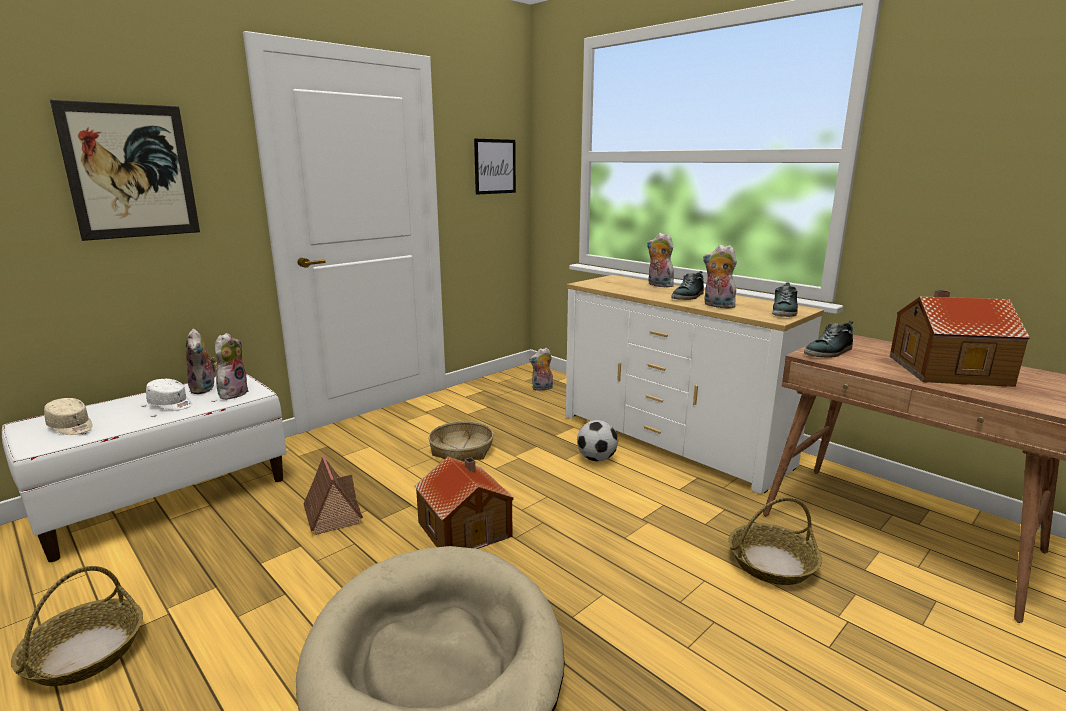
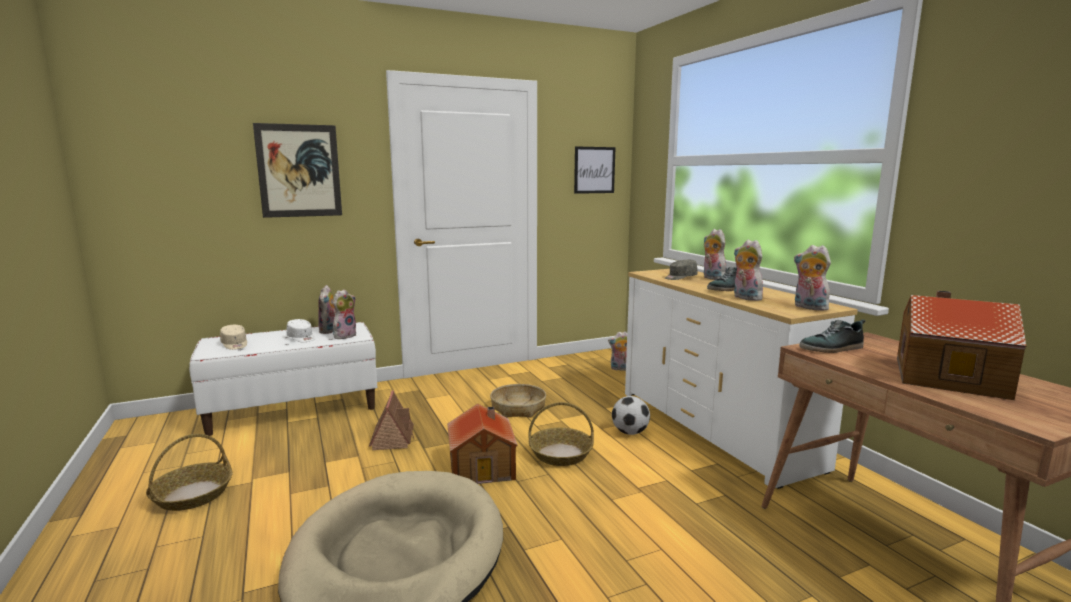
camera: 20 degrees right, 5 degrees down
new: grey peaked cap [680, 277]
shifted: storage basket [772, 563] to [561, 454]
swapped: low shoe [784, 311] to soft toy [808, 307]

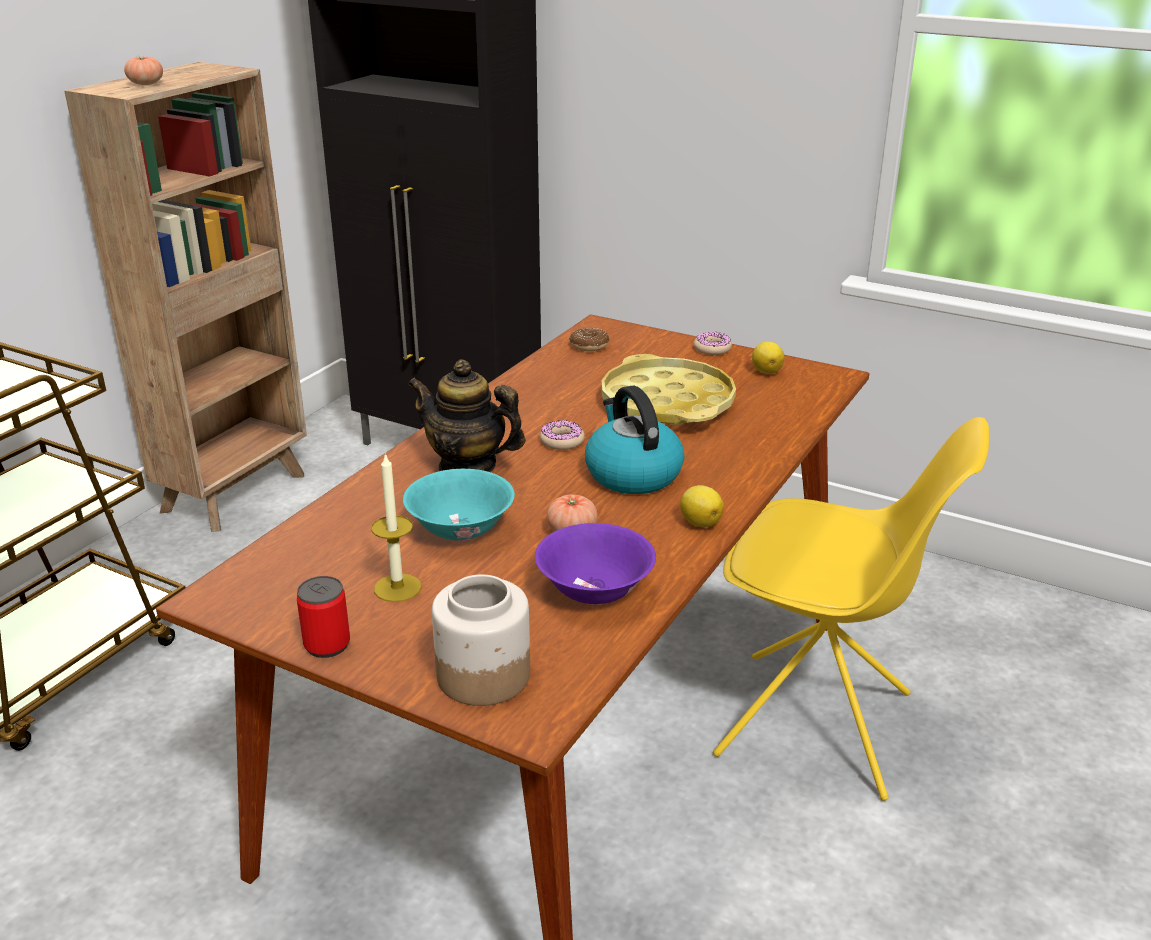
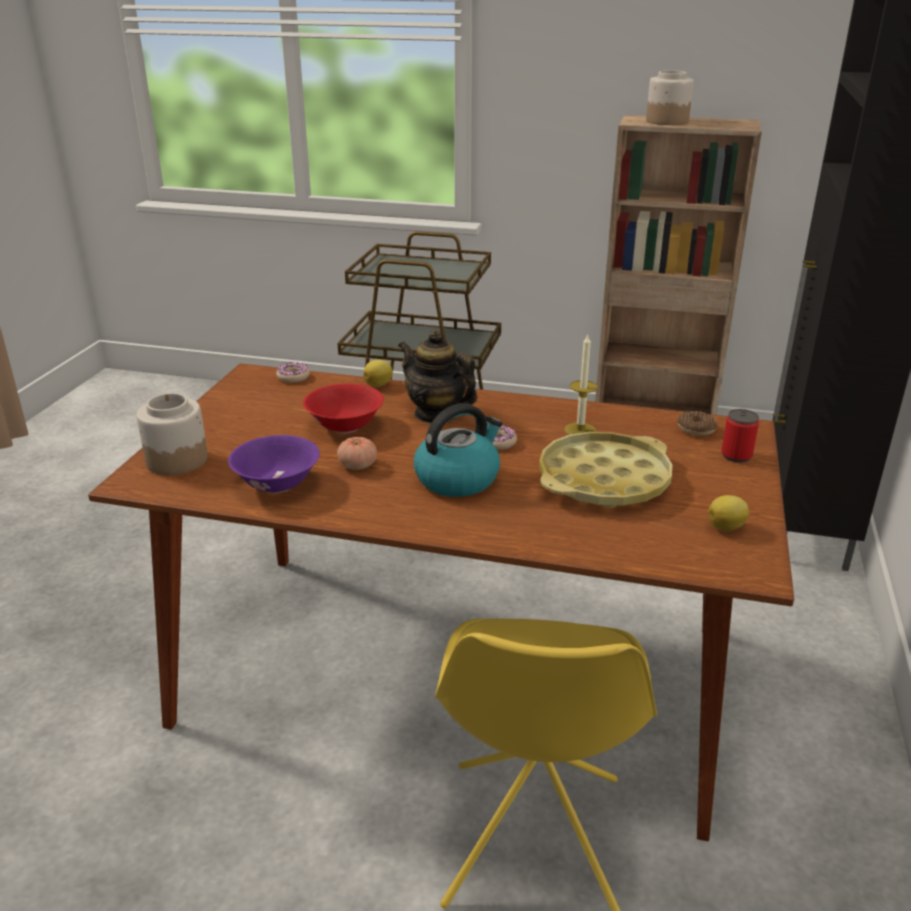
camera: 75 degrees right, 0 degrees up
shifted: donut [712, 349] to [293, 377]; lemon [700, 522] to [379, 385]; wax candle [397, 588] to [580, 430]; can [327, 645] to [736, 456]
swapped: whole tomato [146, 84] to jar [666, 121]
repainted: turquoise-coloured deep dish [461, 530] to red deep dish [345, 426]
rotated: tea pot [467, 466] = [436, 414] 60 degrees counterclockwise

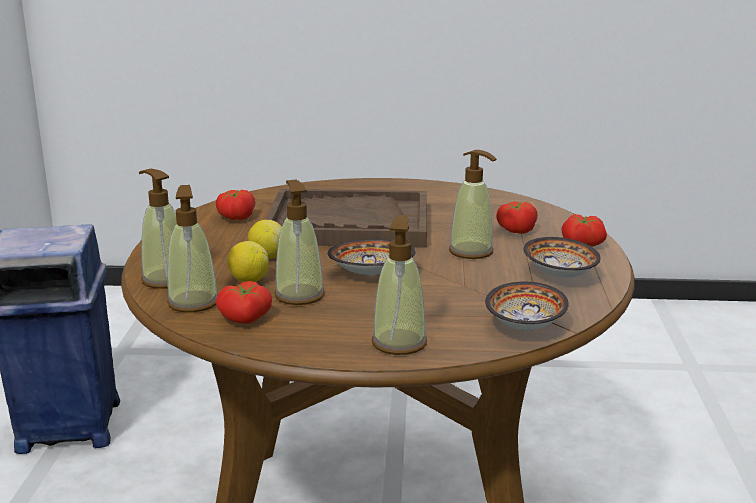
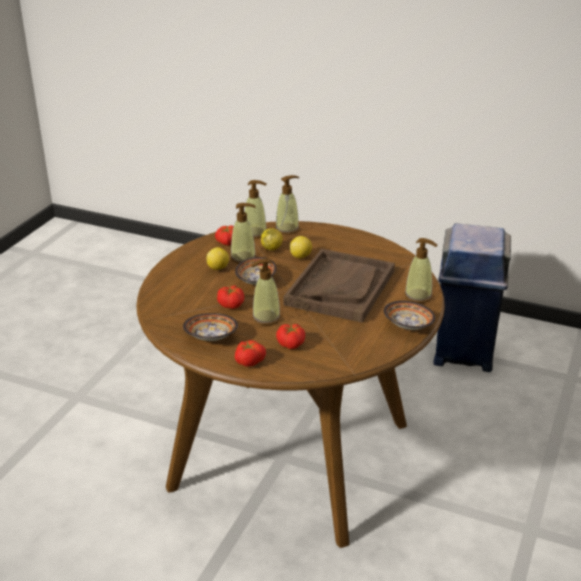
camera: 110 degrees right, 10 degrees up
new: lemon [218, 268]
shifted: whole tomato [235, 217] to [232, 304]; deep dish [523, 327] to [407, 325]; soap dispenser [399, 343] to [418, 296]

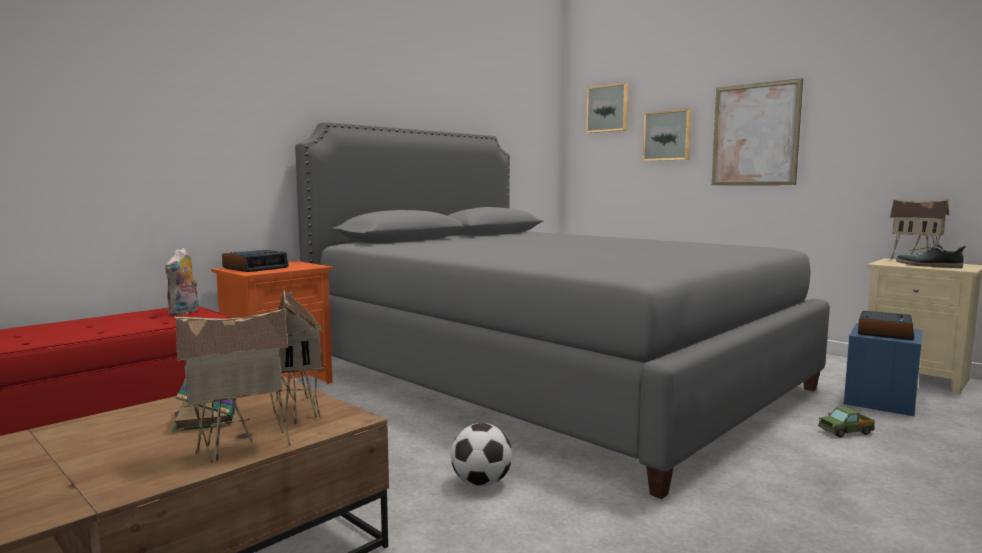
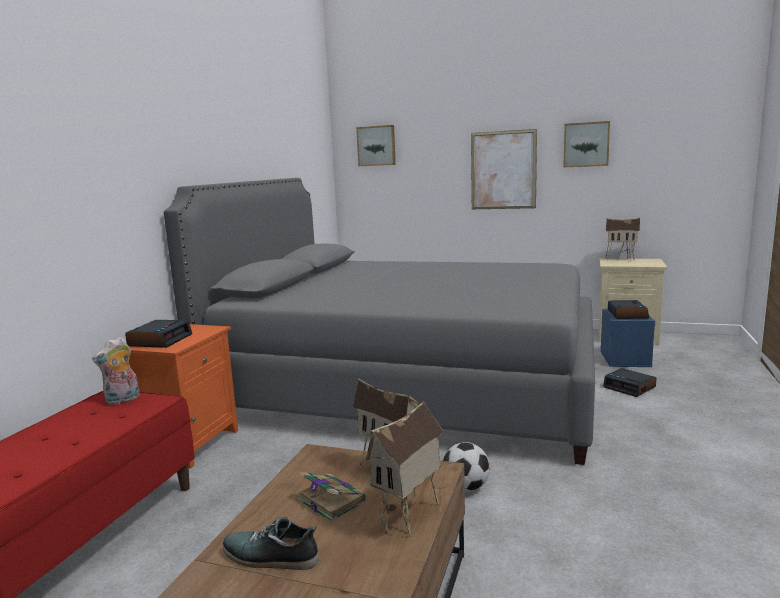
camera: 25 degrees left, 5 degrees up
shifted: low shoe [928, 265] to [270, 557]; wall picture [667, 136] to [586, 144]
swapped: toy truck [845, 432] to bedside clock [630, 387]
rotated: soft toy [184, 312] = [122, 400] 60 degrees clockwise

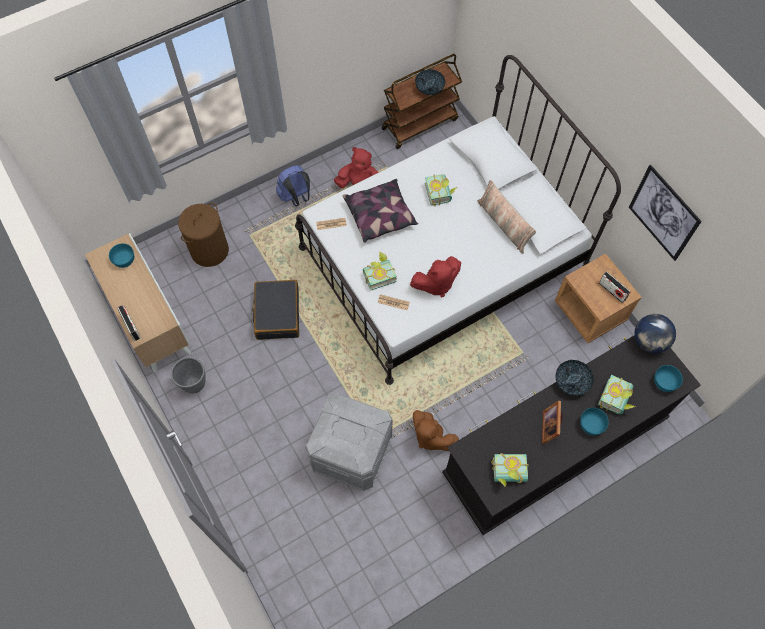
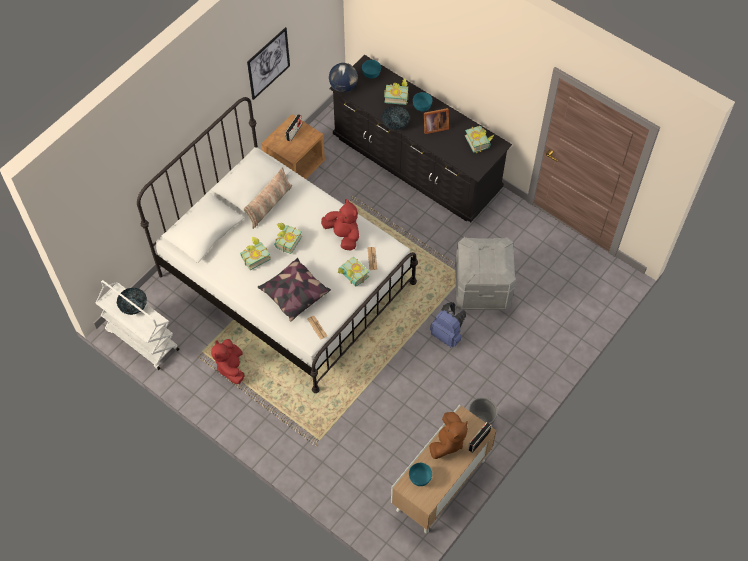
camera: 110 degrees left, 5 degrees down
gone: brown washing basket [209, 250]; blackish suitcase [277, 314]
new: bound book [286, 241]
shifted: brown soft toy [431, 436] to [448, 442]; blue-coloured backpack [296, 197] to [447, 334]
repainted: brown wheeled cart [420, 123] to whitish wheeled cart [141, 340]

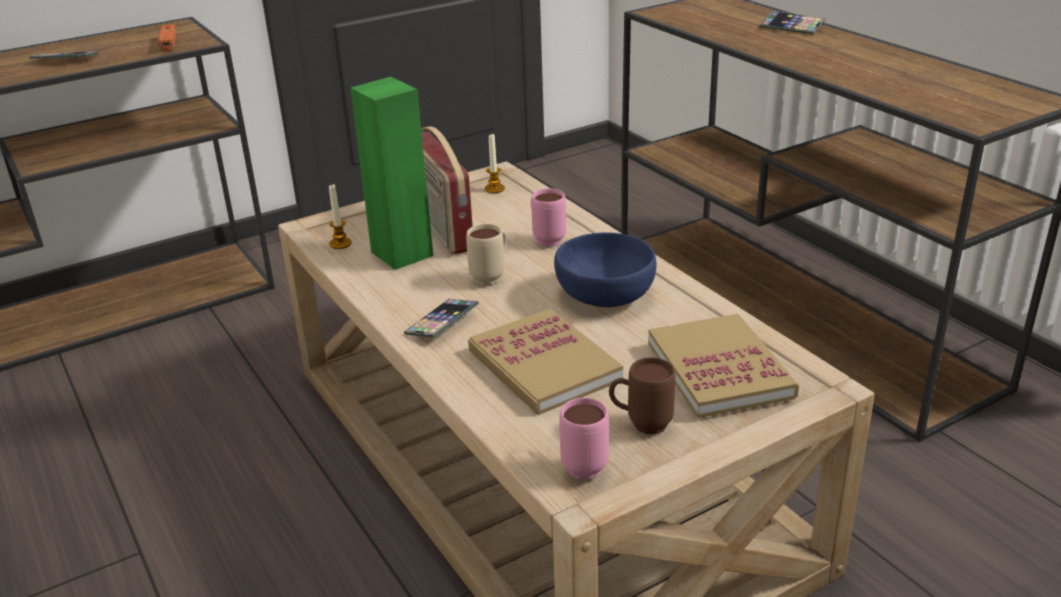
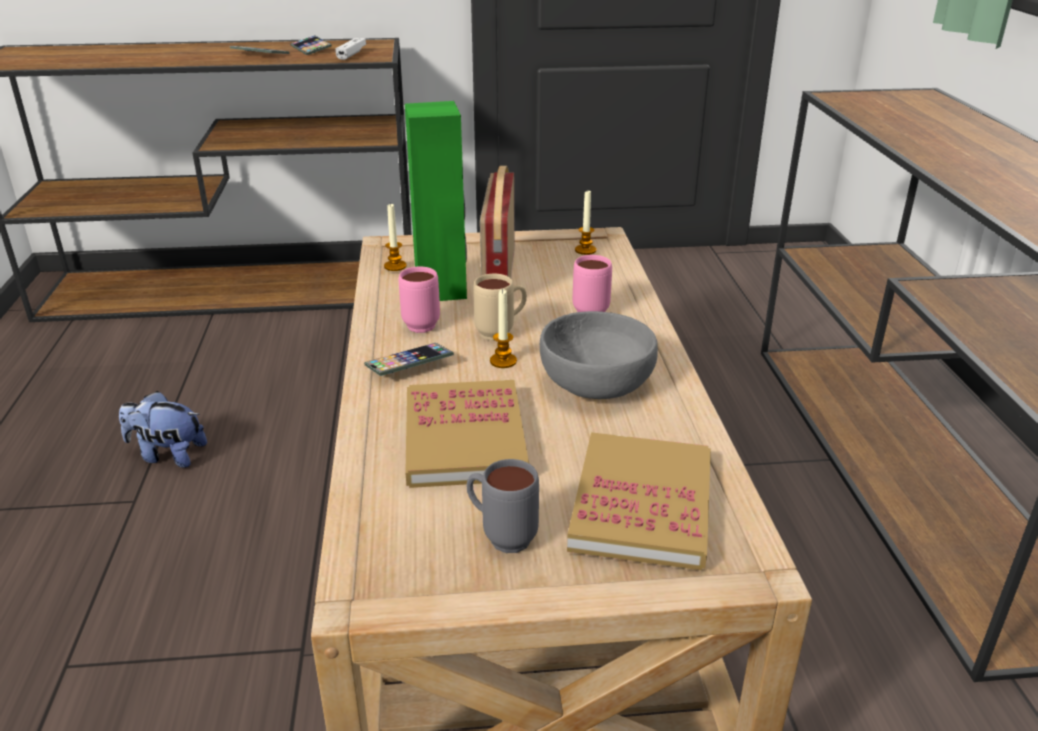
camera: 25 degrees right, 0 degrees up
new: soft toy [168, 455]; wax candle [503, 361]
shifted: telephone [791, 27] to [311, 49]; pinkish coffee mug [581, 463] to [423, 323]
repainted: orangey gamepad [169, 43] to whitish gamepad [351, 54]; brown coffee mug [640, 425] to grey coffee mug [501, 536]; blue-coloured deep dish [605, 295] to grey deep dish [596, 384]

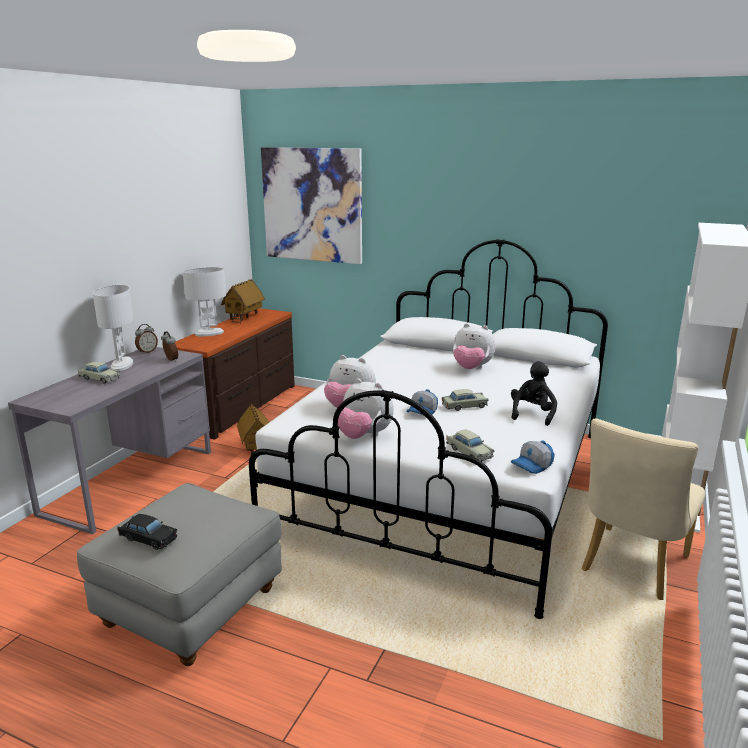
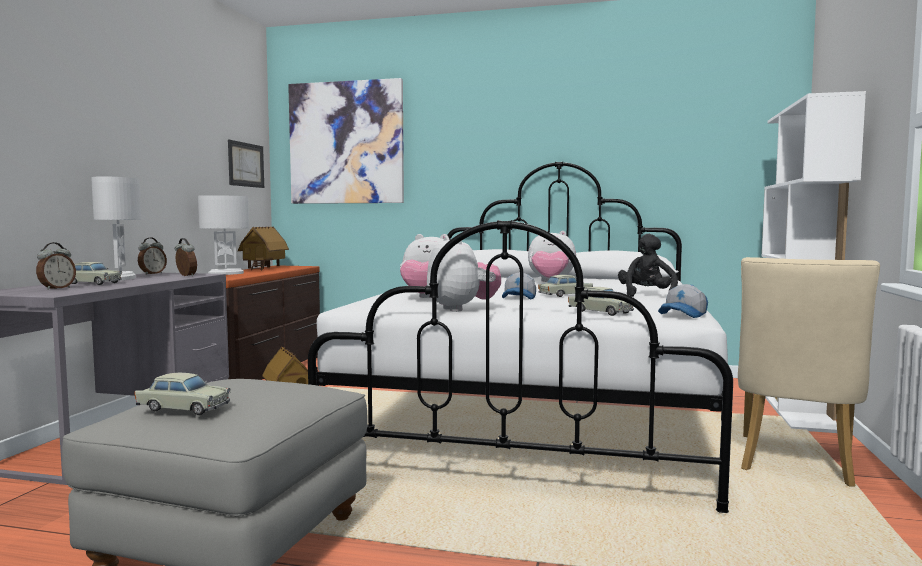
camera: 10 degrees left, 15 degrees down
new: bedside clock [56, 288]; wall picture [245, 164]
repainted: blackish miniature car [148, 538] to beige-coloured miniature car [183, 408]
rotated: soft toy [363, 436] = [462, 309] 135 degrees counterclockwise

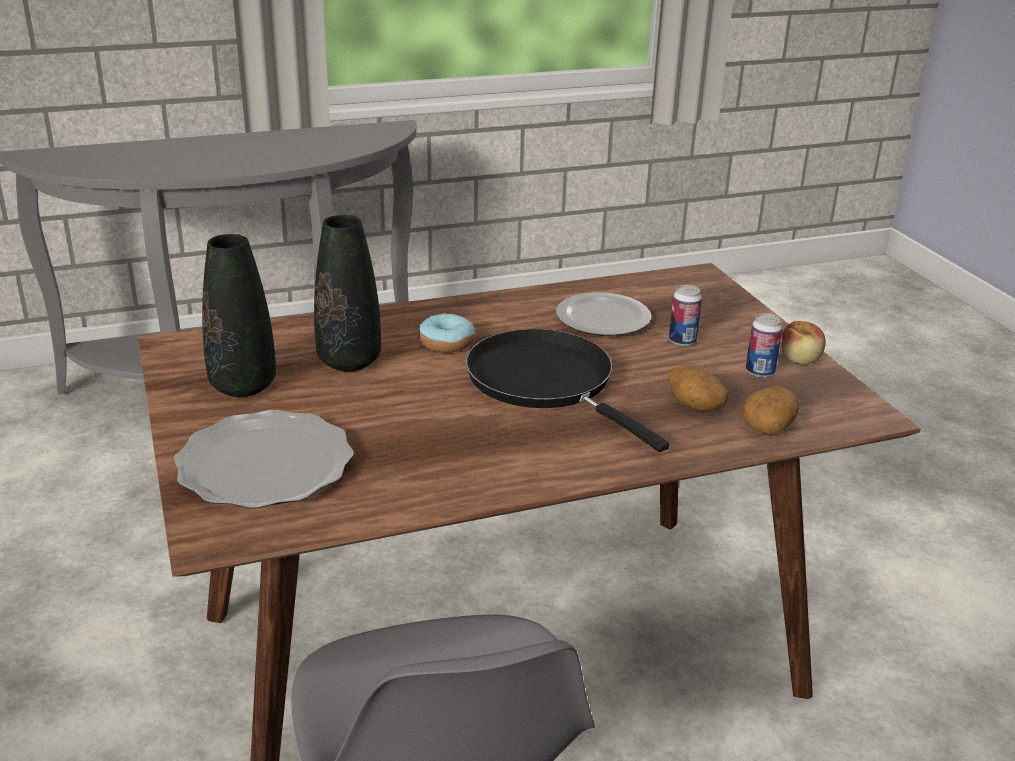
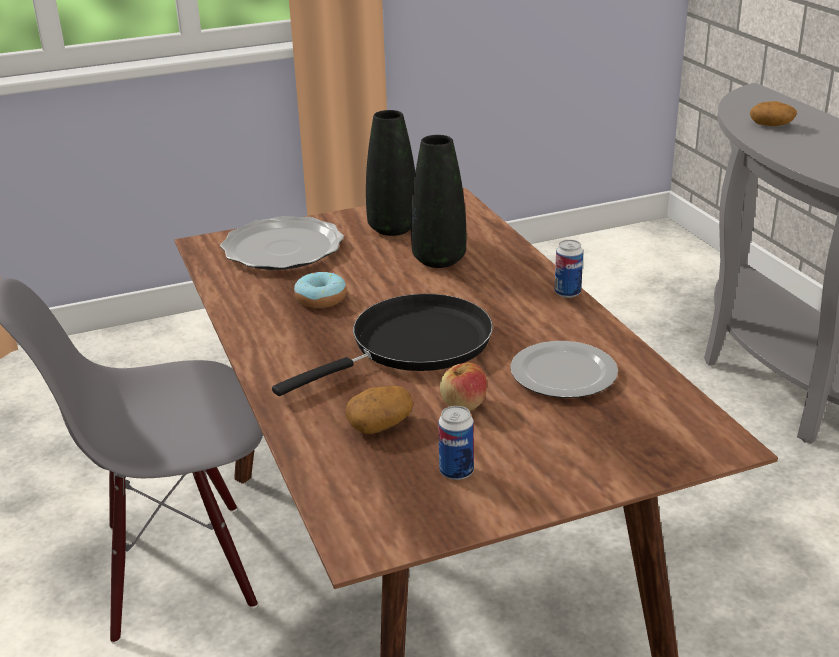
camera: 90 degrees right, 0 degrees up
shifted: donut [446, 343] to [321, 299]; apple fruit [800, 360] to [463, 404]; can [682, 341] to [567, 293]; potato [768, 425] to [772, 125]

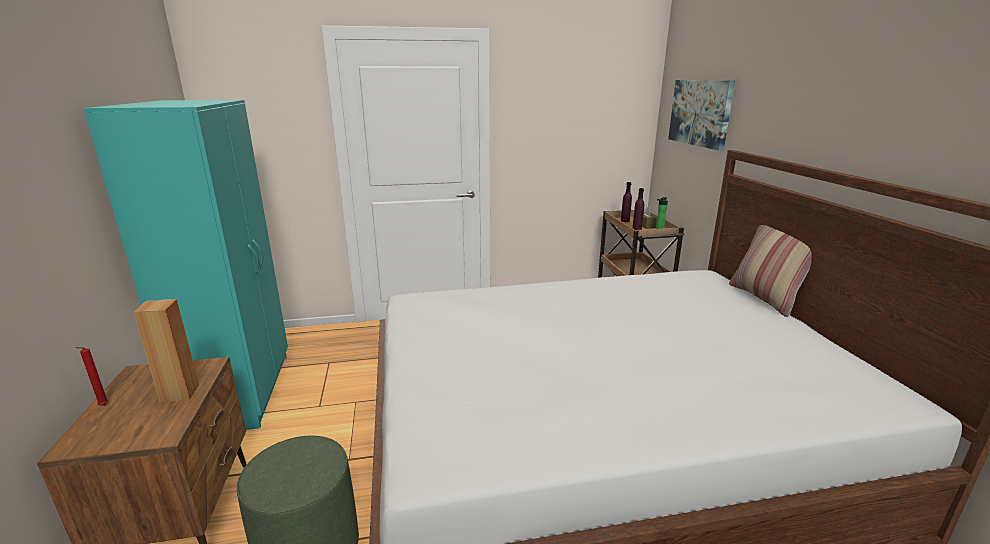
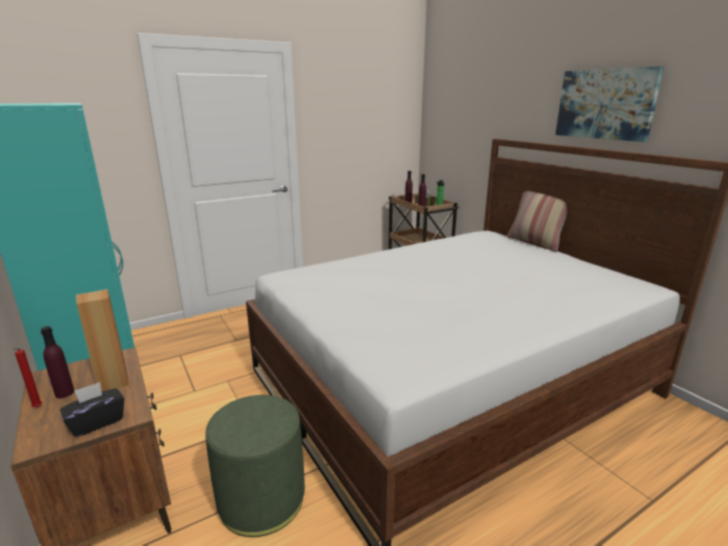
camera: 20 degrees left, 0 degrees up
new: purplish drink bottle [64, 393]; blackish box of tissues [97, 422]
shifted: wall picture [700, 113] to [605, 104]

